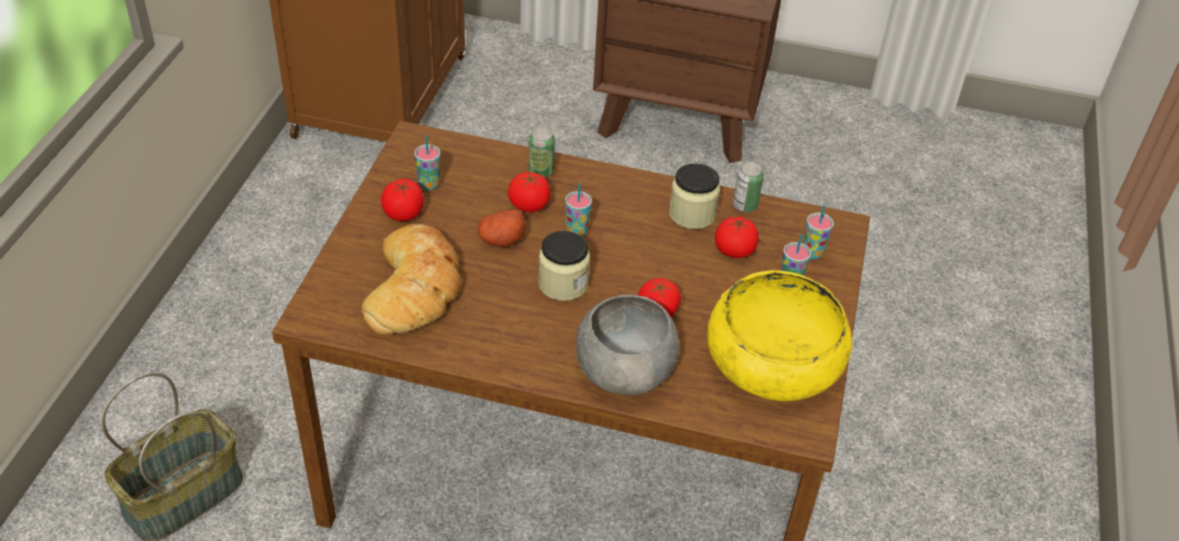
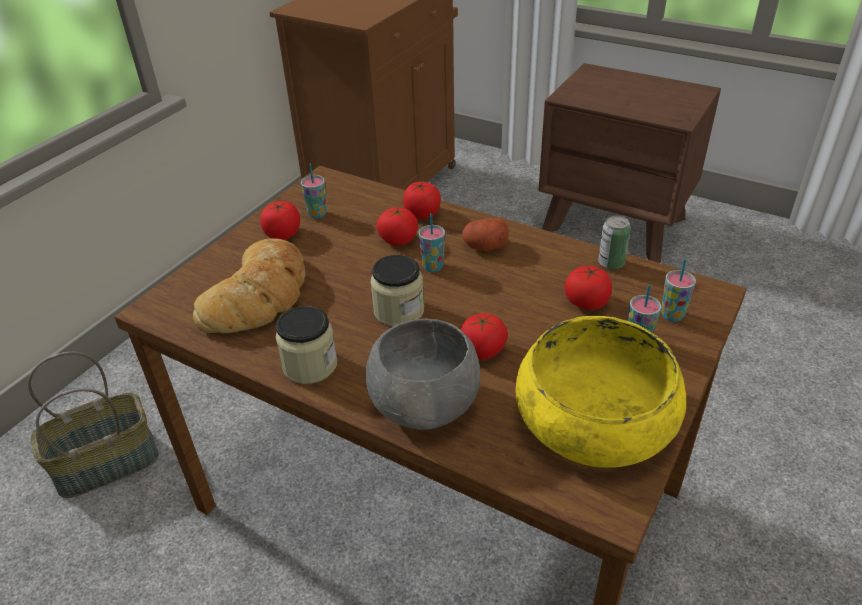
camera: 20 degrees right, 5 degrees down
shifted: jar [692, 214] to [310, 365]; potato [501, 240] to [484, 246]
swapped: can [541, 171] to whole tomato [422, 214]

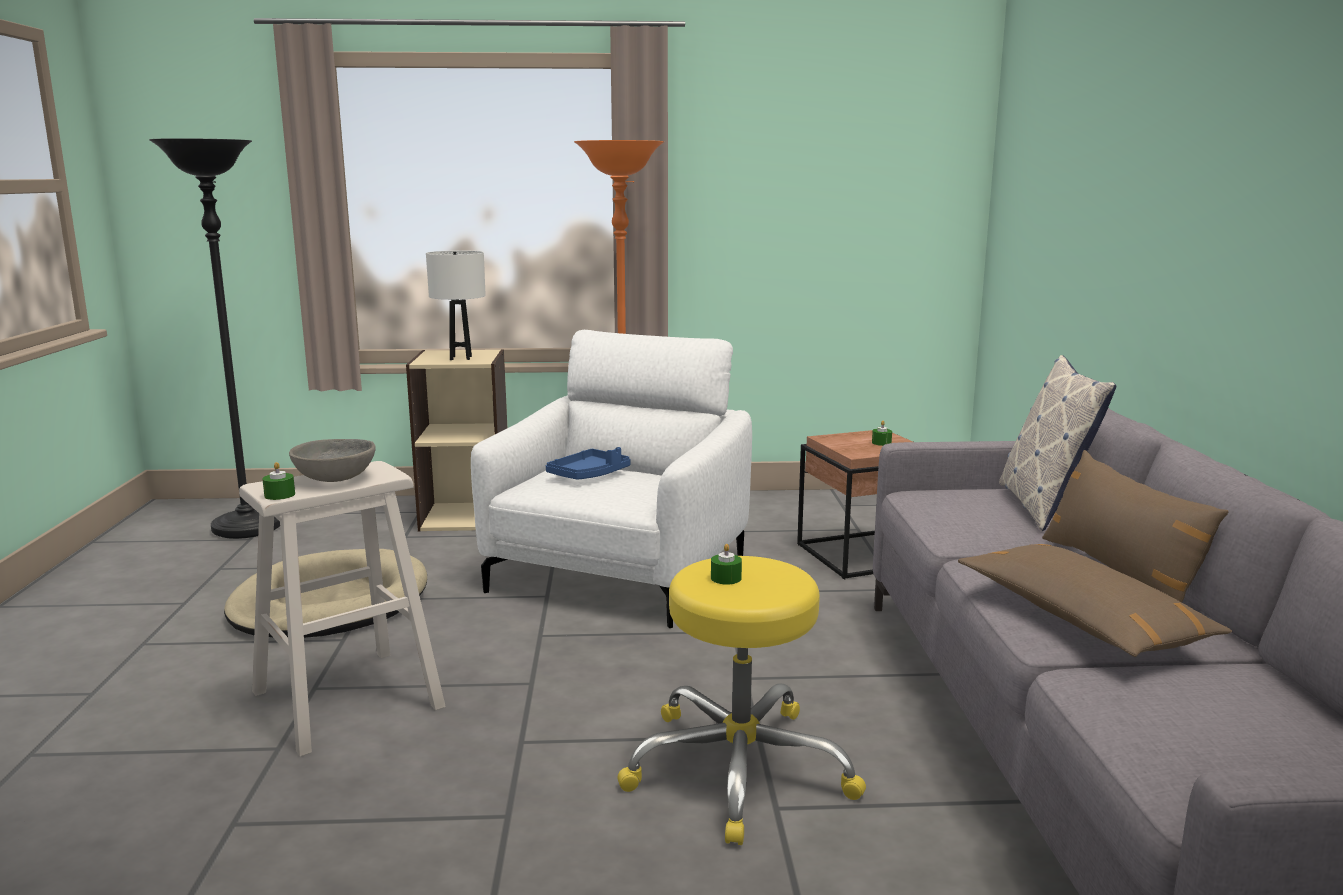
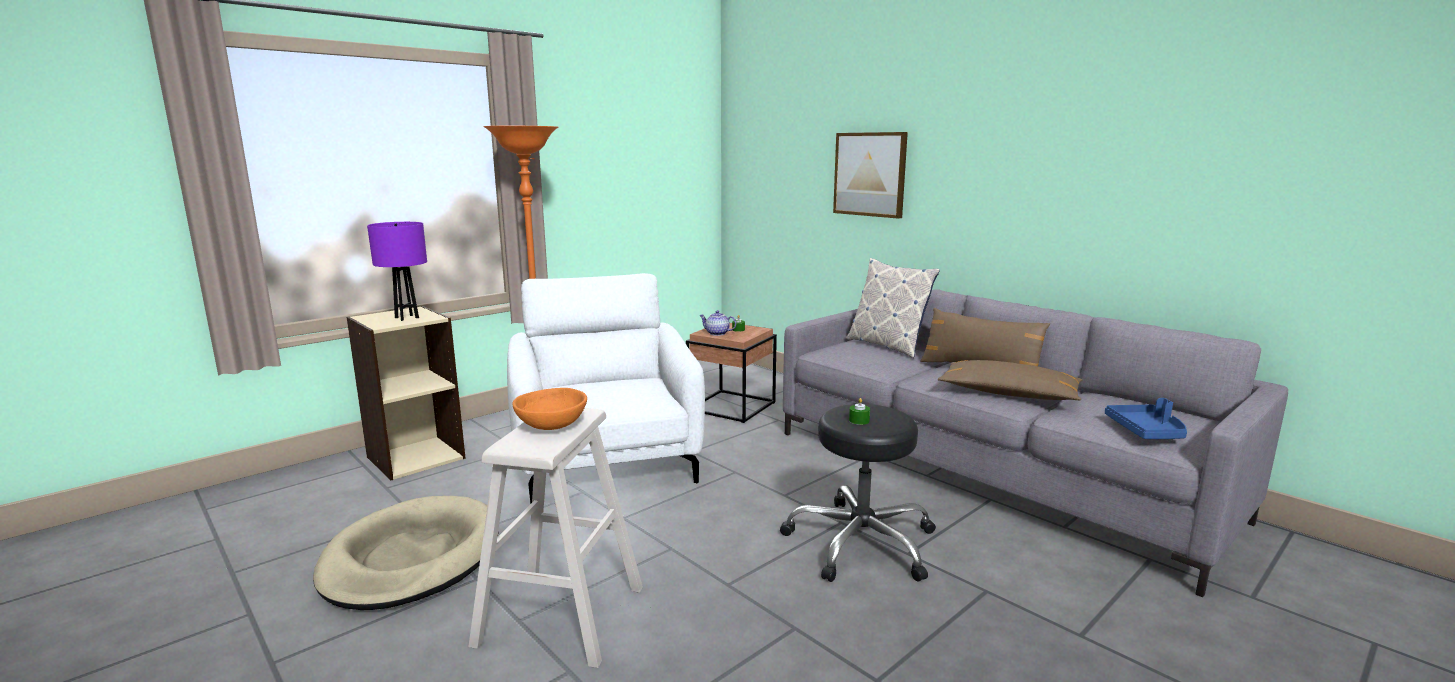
camera: 40 degrees left, 0 degrees up
gone: blackish floor lamp [247, 528]; green wax candle [279, 495]
new: tea pot [717, 333]; wall picture [870, 174]
shifted: blue-coloured tray [589, 475] to [1146, 431]
repainted: whitish table lamp [460, 358] to purplish table lamp [406, 318]; grey deep dish [336, 478] to orangey deep dish [551, 425]; yellowish stool seat [738, 768] to blackish stool seat [860, 543]

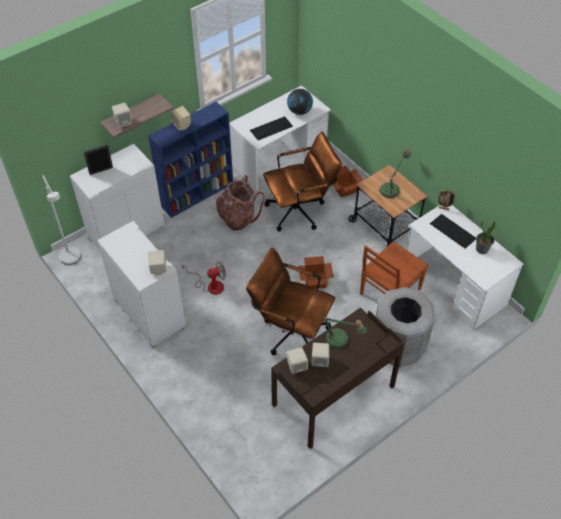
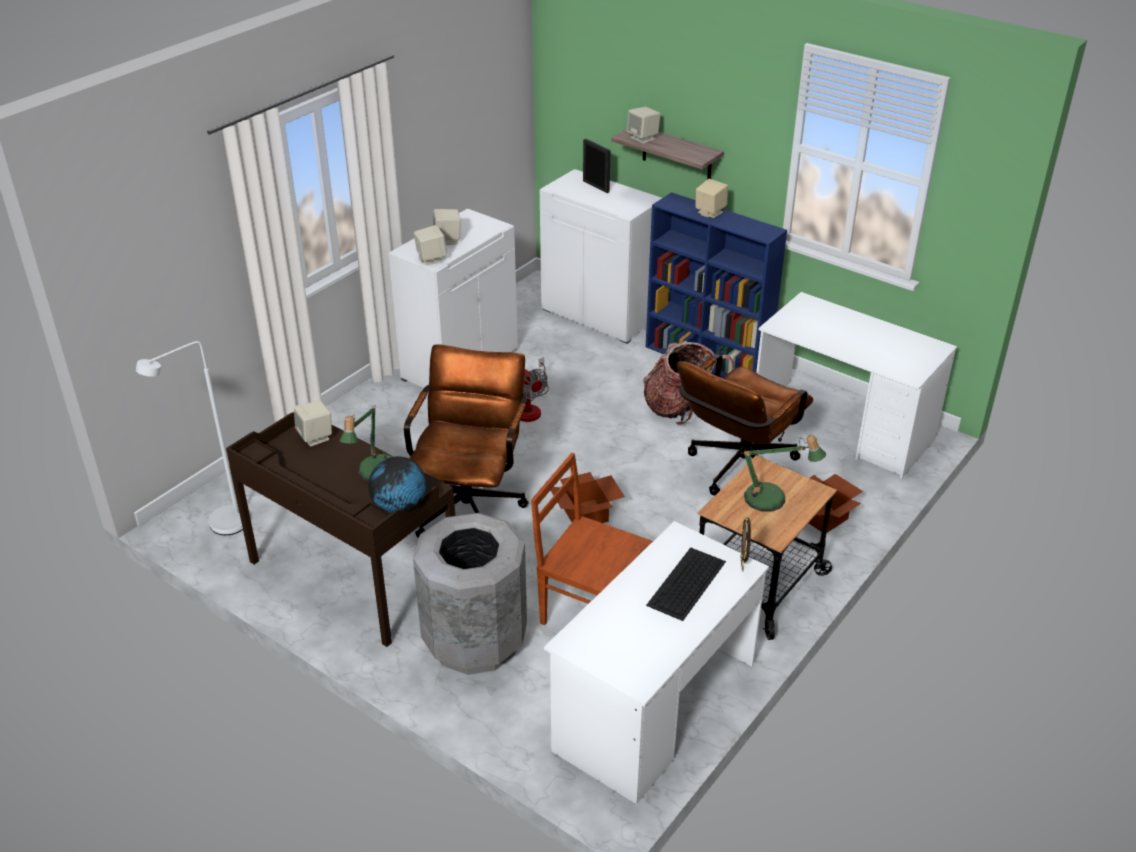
camera: 75 degrees right, 15 degrees down
gone: keyboard [271, 128]; plant in a pot [482, 249]
shifted: whitish floor lamp [72, 260] to [219, 527]; desk globe [299, 111] to [400, 508]; beige-coloured audio speaker [320, 361] to [448, 240]
rotated: brown desk chair [300, 210] = [737, 472] 75 degrees clockwise

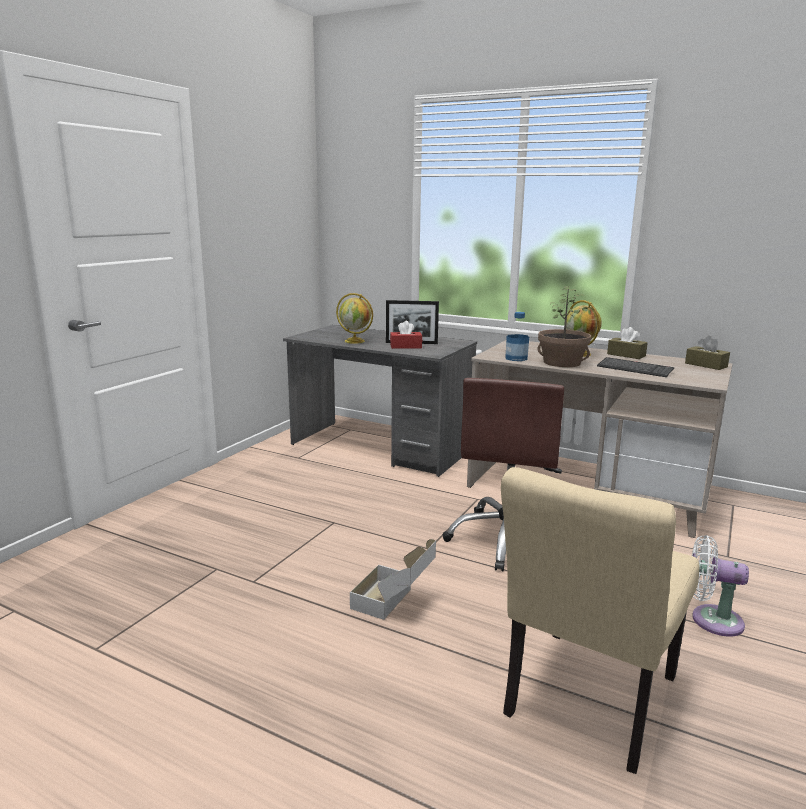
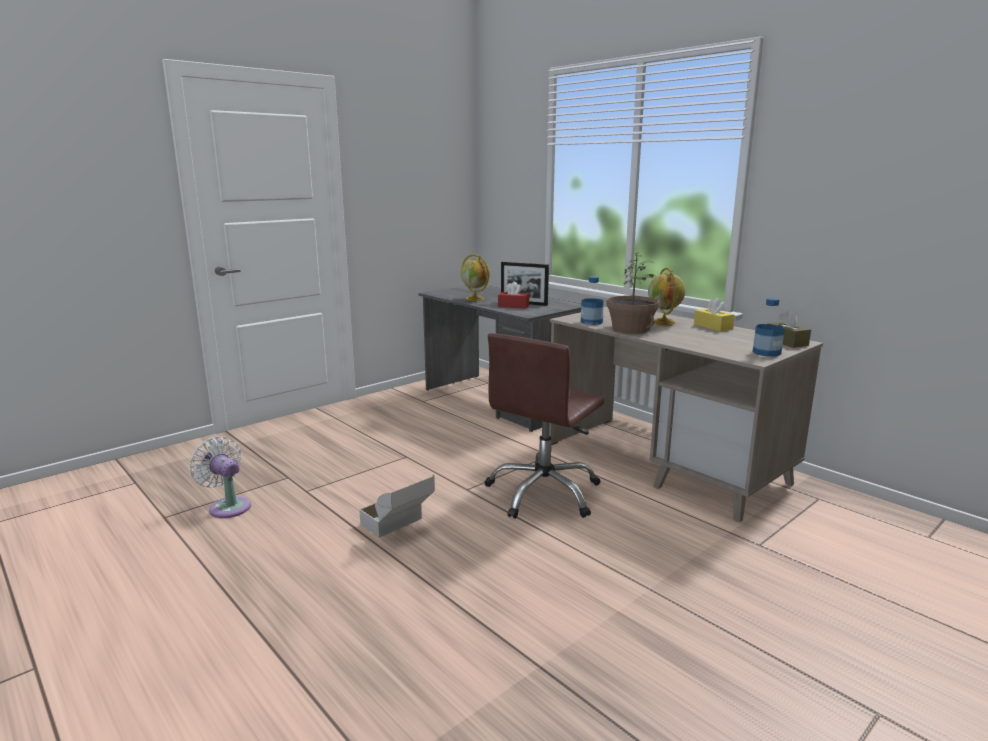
camera: 20 degrees right, 0 degrees up
gone: beige-coloured upright chair [585, 704]; keyboard [634, 369]
new: drink bottle [766, 353]
shifted: whitish fan [711, 620] to [228, 506]
repainted: brown box of tissues [626, 355] to yellowish box of tissues [713, 326]

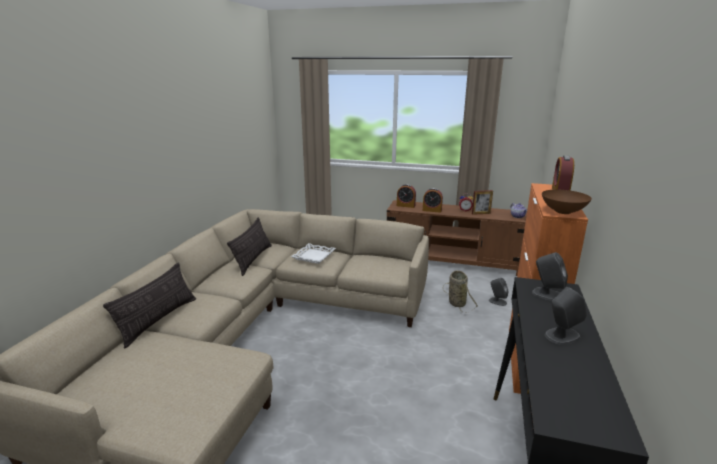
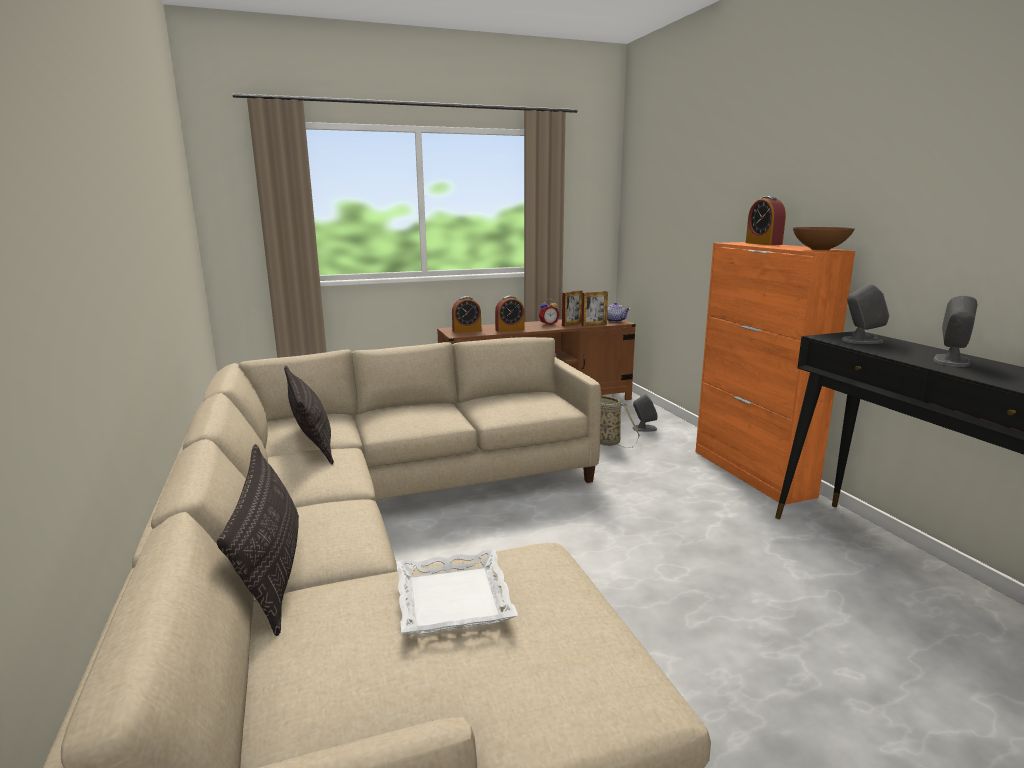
camera: 35 degrees left, 5 degrees down
new: standing frame [594, 325]
shifted: whitish tray [314, 256] to [454, 600]

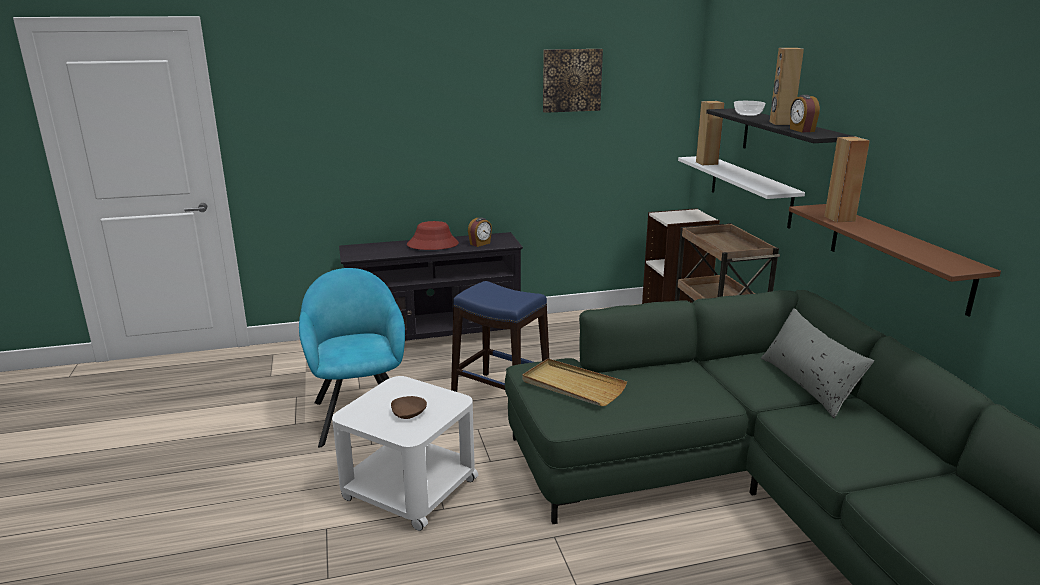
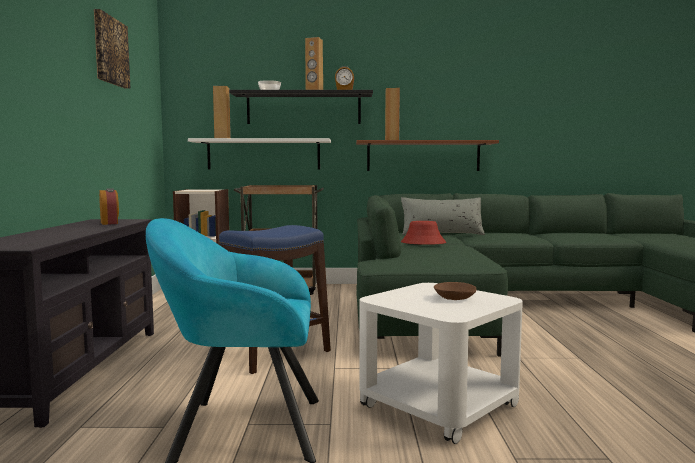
camera: 75 degrees left, 15 degrees down
gone: beige-coloured tray [572, 386]
shifted: red clothing hat [432, 244] to [423, 243]

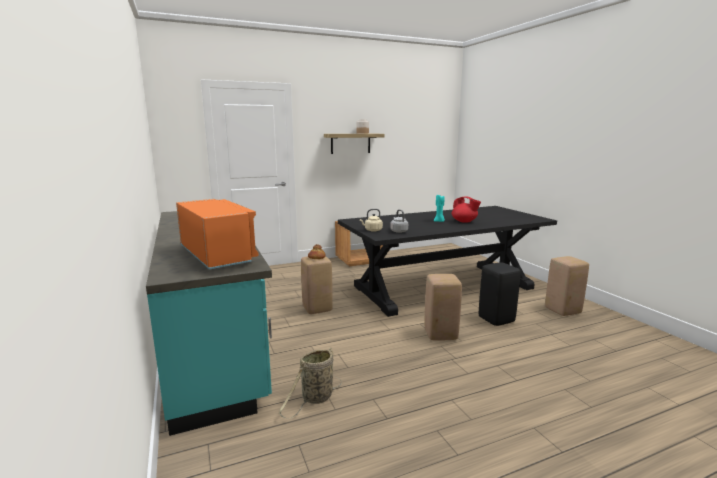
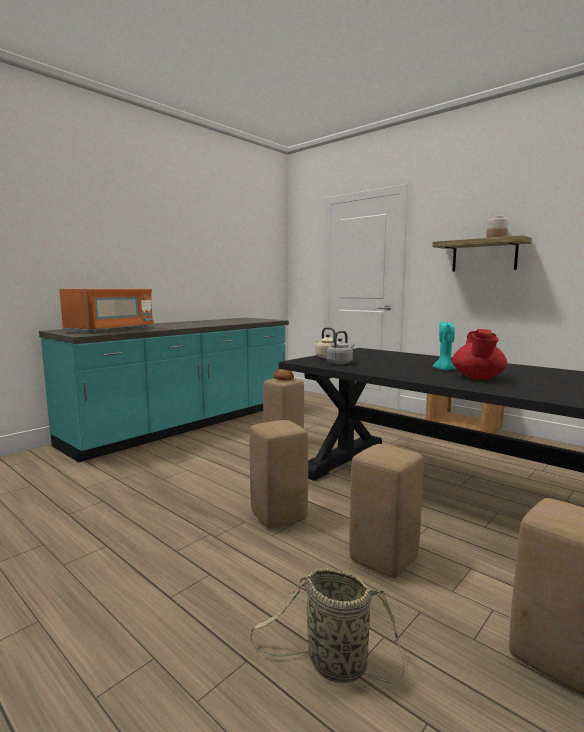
camera: 65 degrees right, 5 degrees down
shifted: storage basket [315, 399] to [332, 664]
repainted: blackish stool seat [496, 320] to beige-coloured stool seat [382, 560]

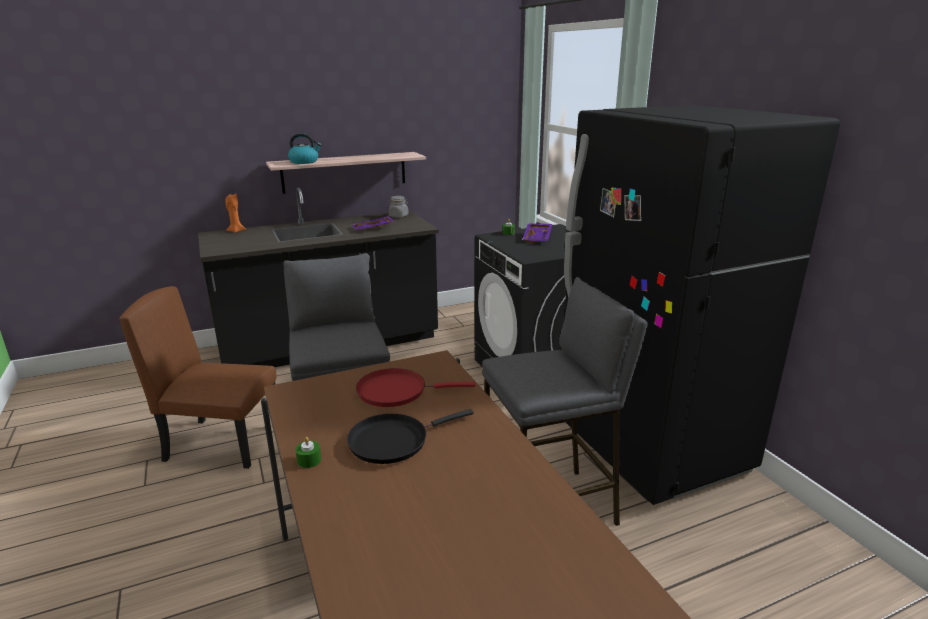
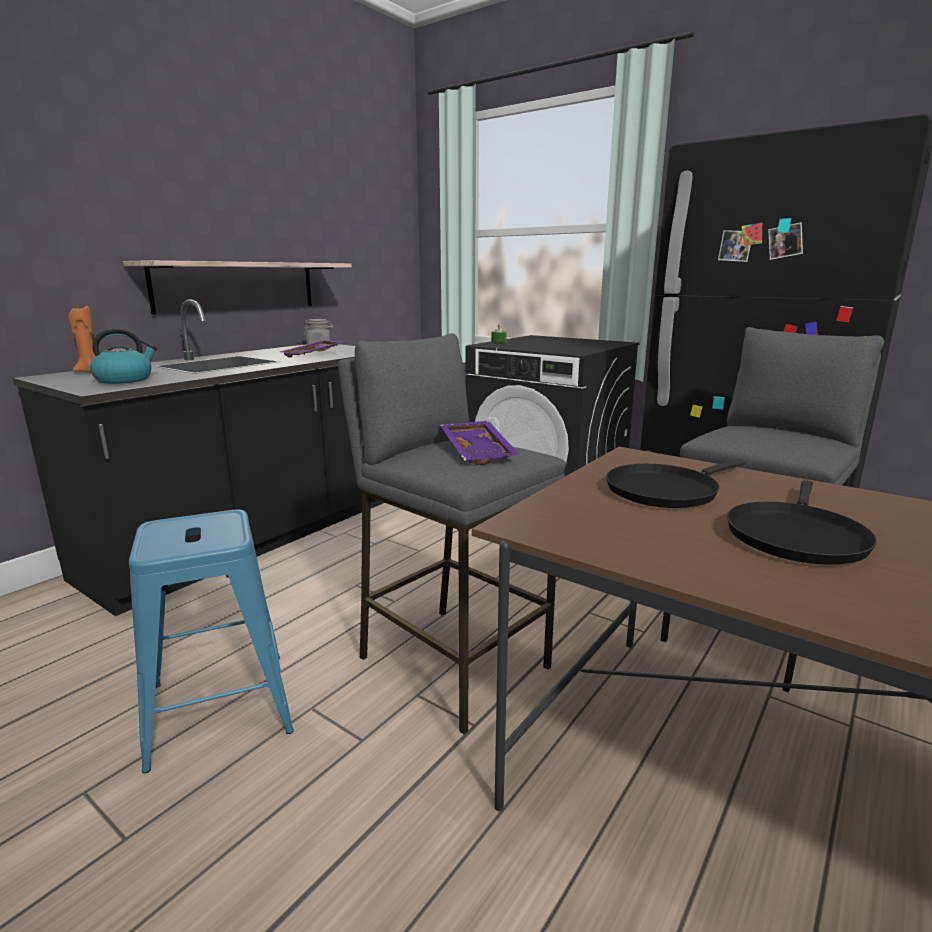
camera: 30 degrees left, 5 degrees down
gone: green wax candle [309, 460]
shifted: water kettle [304, 162] to [125, 380]; purplish tray [538, 238] to [479, 452]
swapped: brown upright chair [223, 442] to blue-coloured stool seat [220, 708]
repainted: red pan [396, 391] to blackish pan [665, 490]

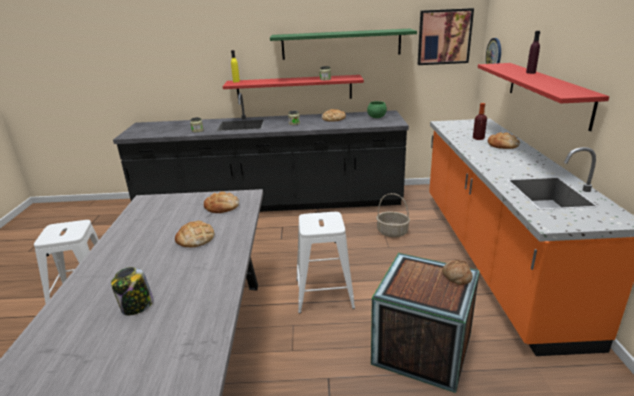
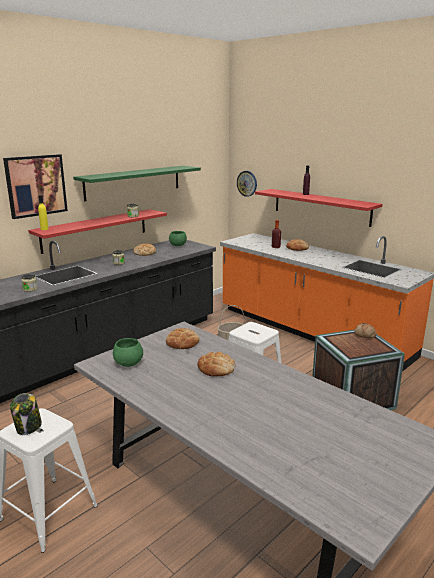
camera: 45 degrees left, 5 degrees down
new: green deep dish [129, 363]
shifted: wall picture [444, 37] to [36, 185]; jar [137, 307] to [28, 427]

